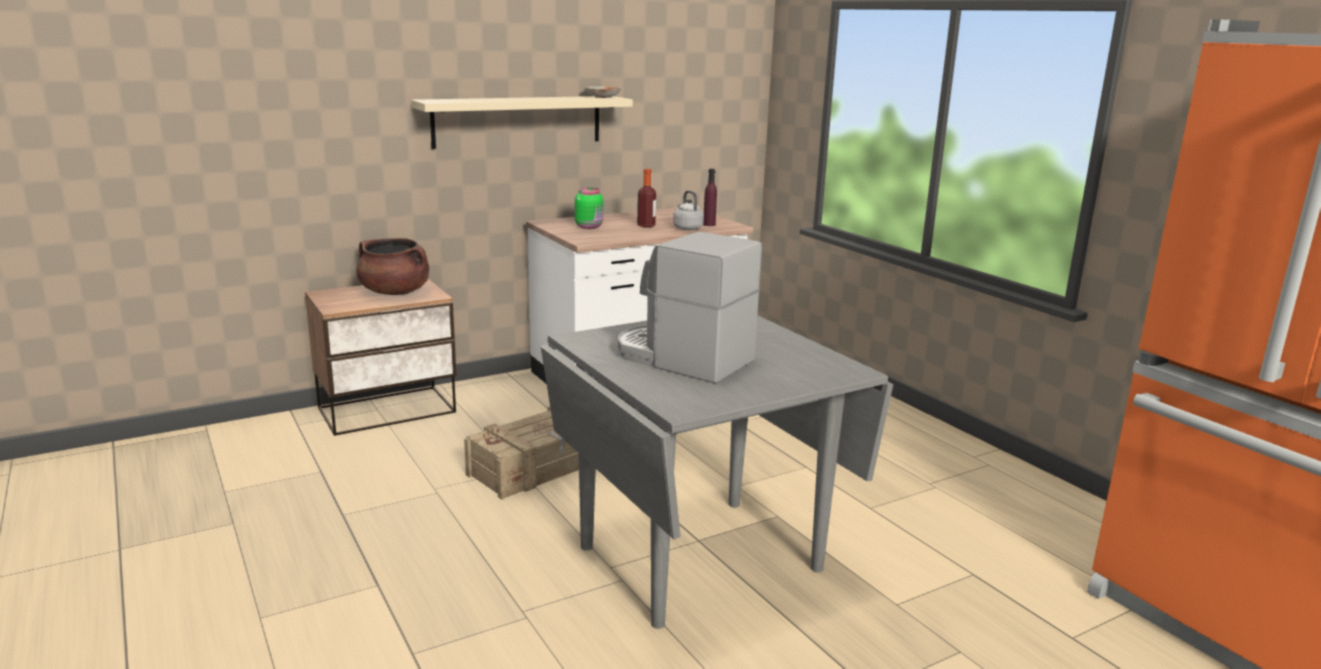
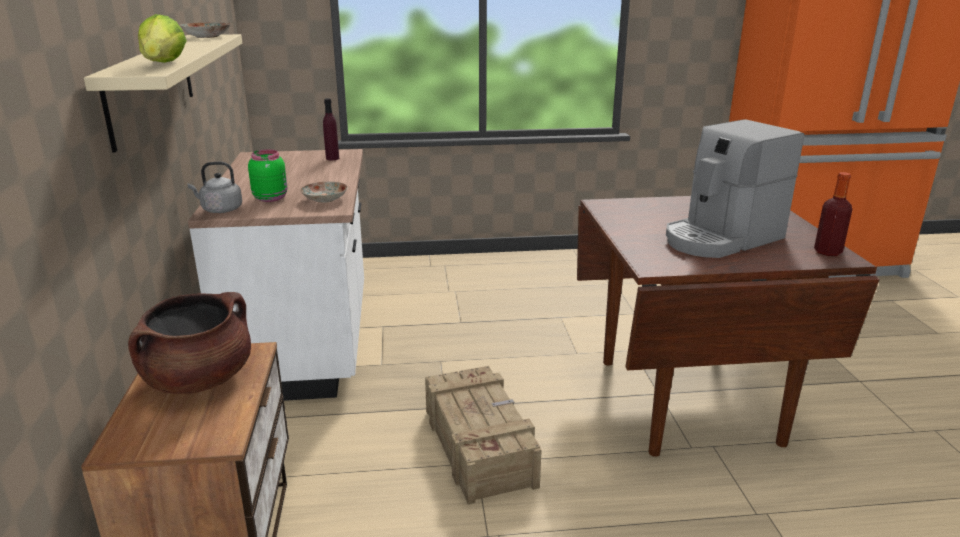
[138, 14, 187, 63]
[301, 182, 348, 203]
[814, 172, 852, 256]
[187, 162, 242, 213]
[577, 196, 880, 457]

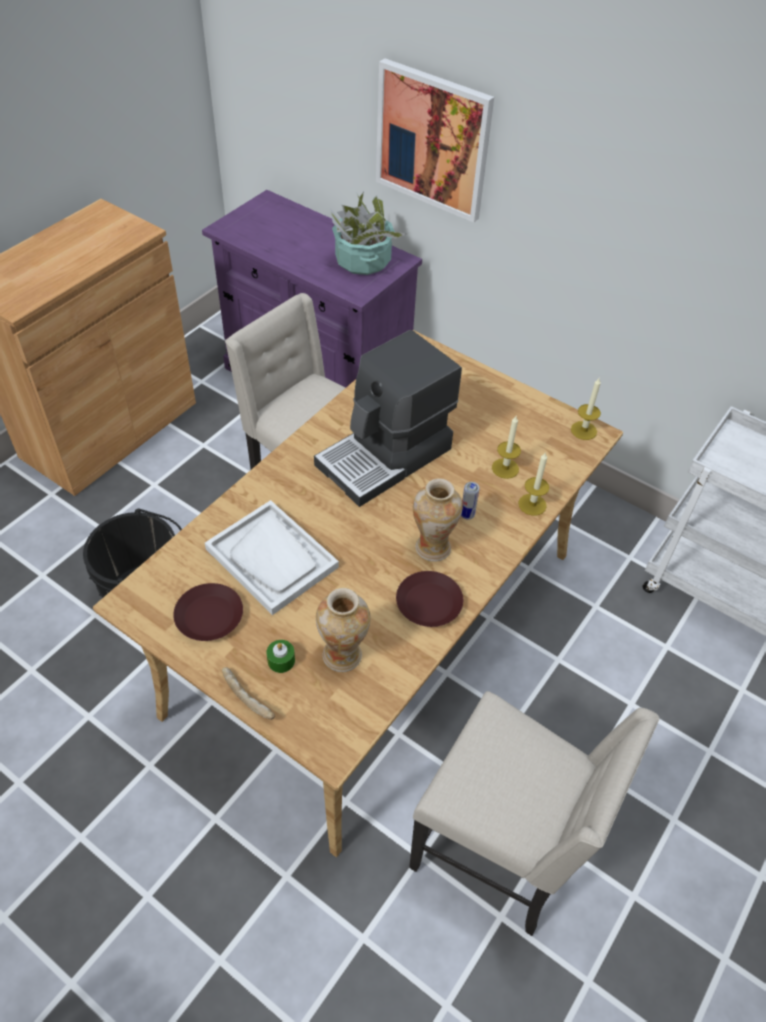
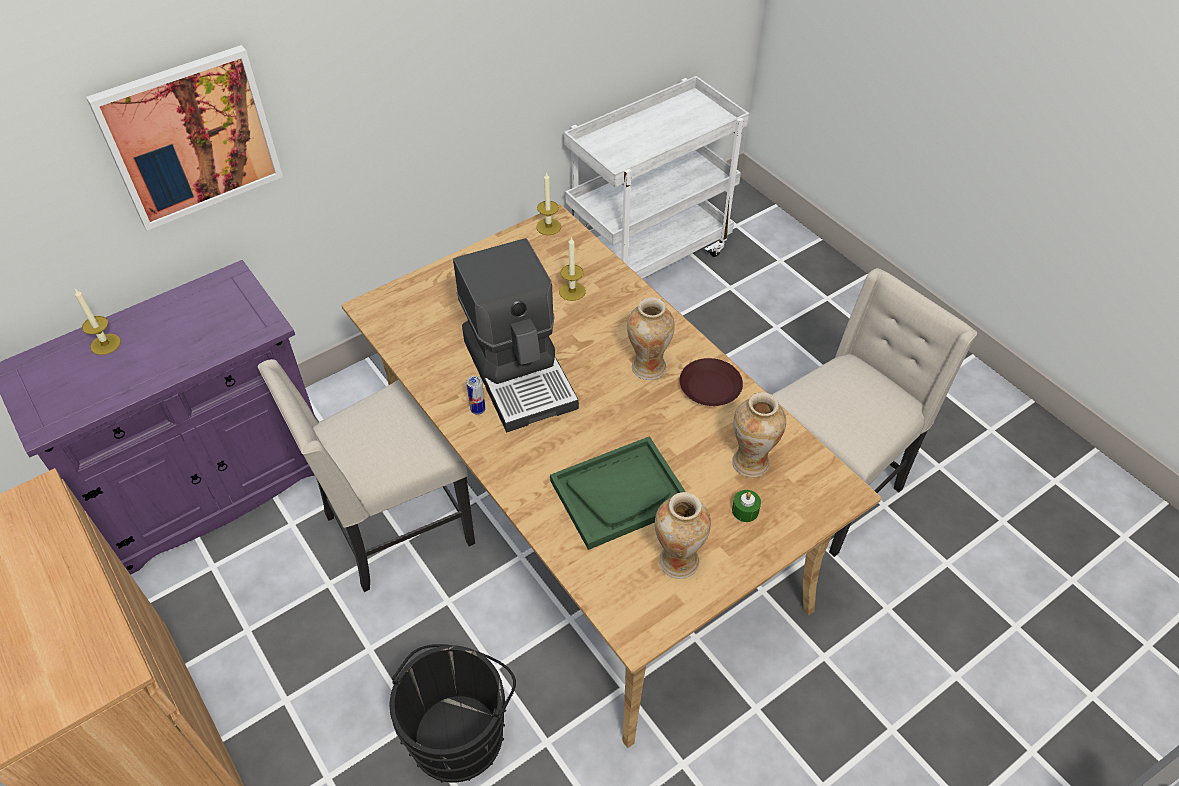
[222, 667, 275, 720] (first image)
[330, 192, 407, 275] (first image)
[467, 376, 485, 415]
[75, 289, 121, 355]
[655, 492, 711, 579]
[550, 436, 686, 550]

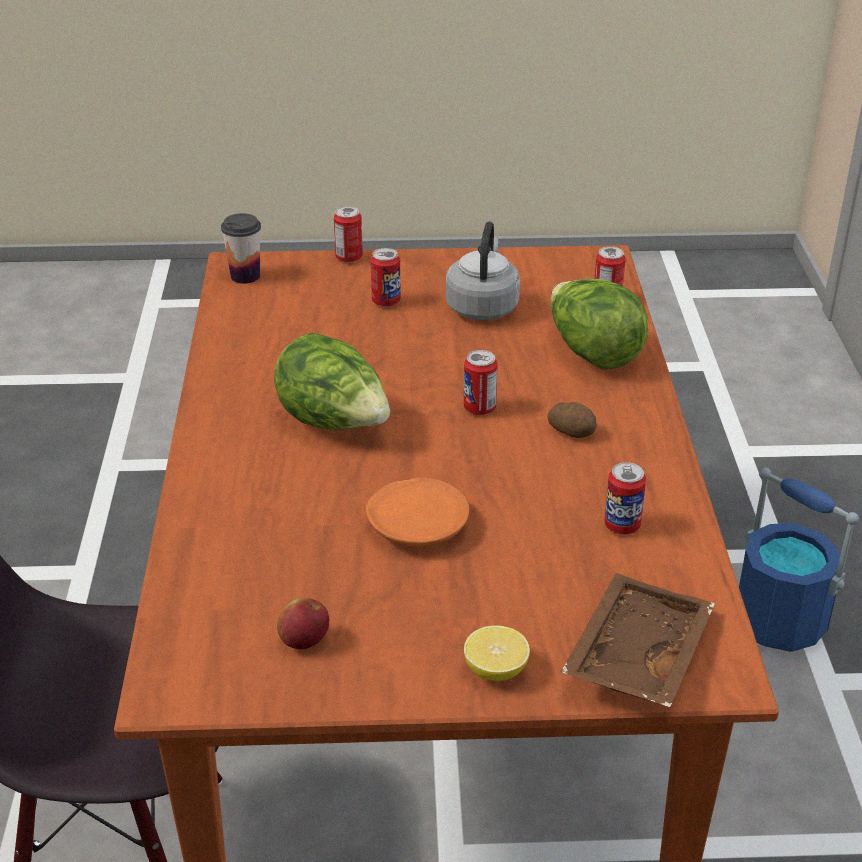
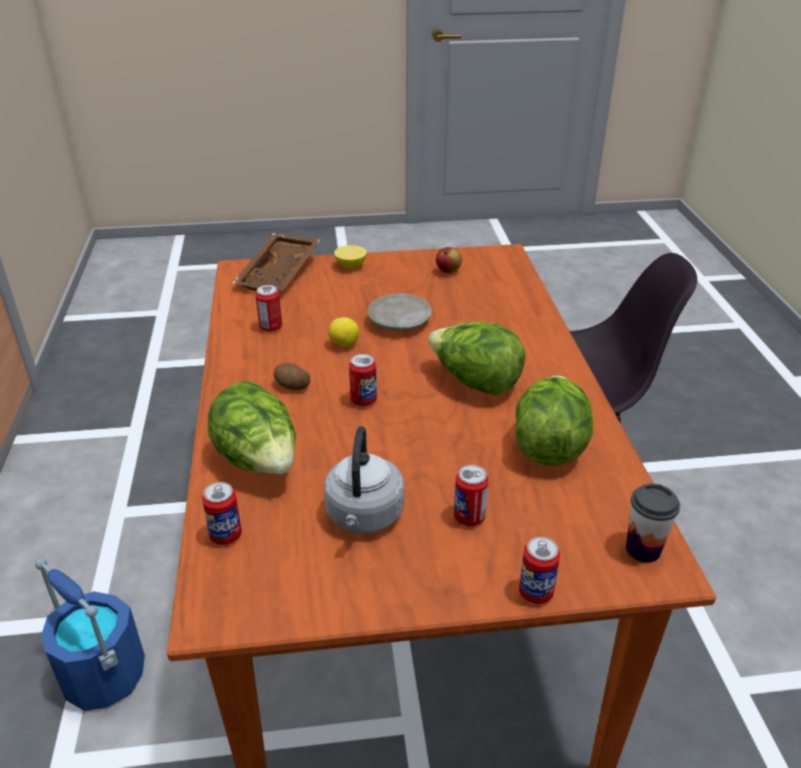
[328, 317, 359, 347]
[516, 376, 593, 466]
[367, 293, 432, 331]

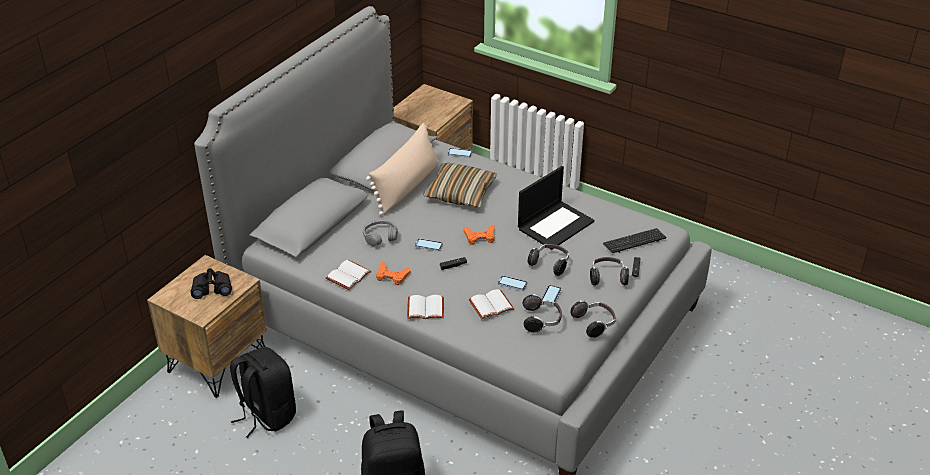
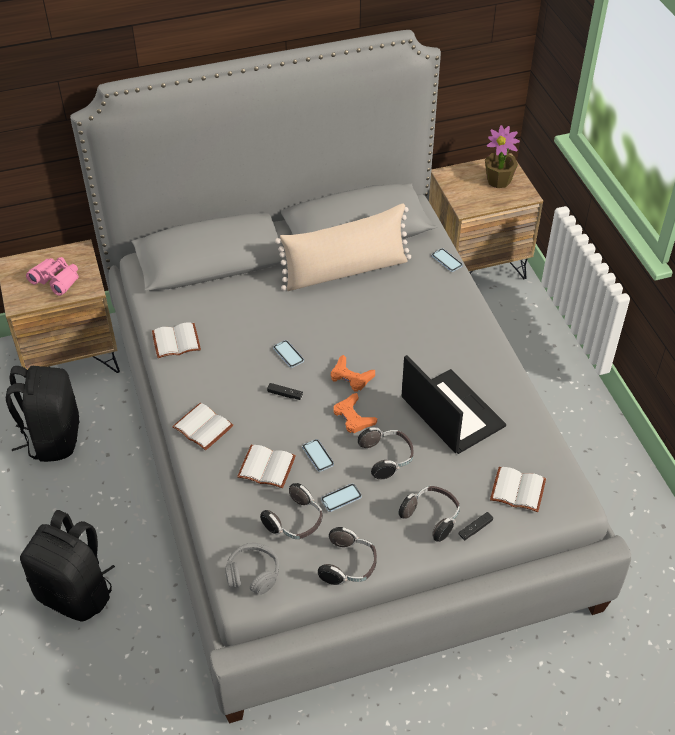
[423, 163, 497, 208] (first image)
[485, 125, 520, 188]
[225, 543, 279, 595]
[334, 393, 377, 433]
[490, 467, 546, 512]
[26, 257, 79, 296]
[402, 355, 506, 454]

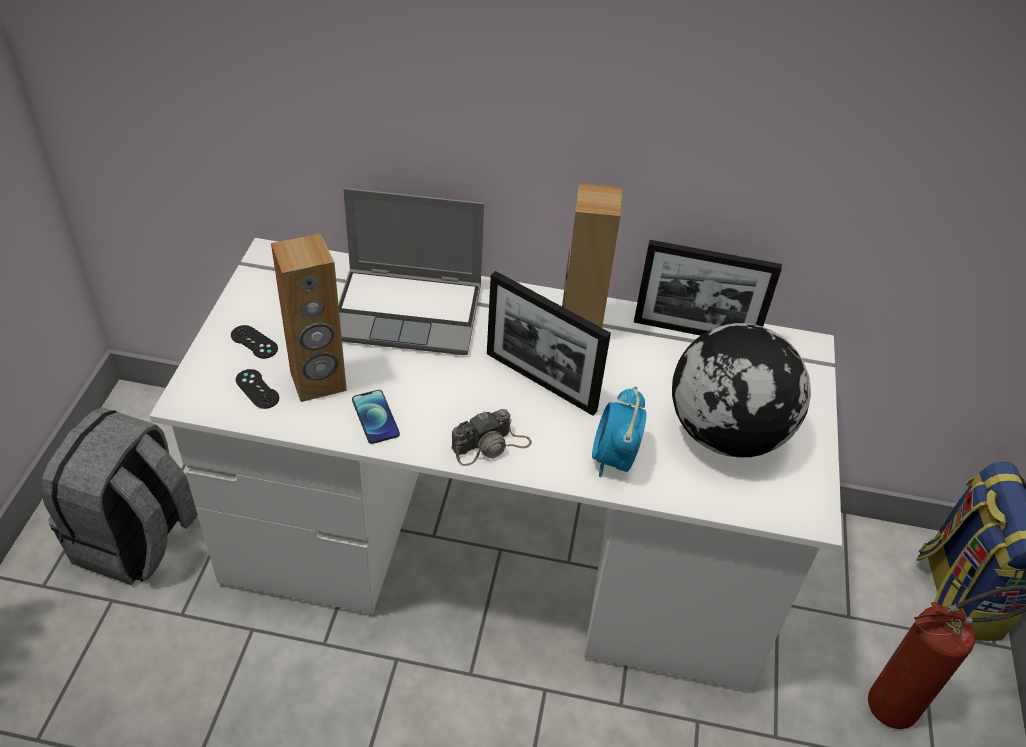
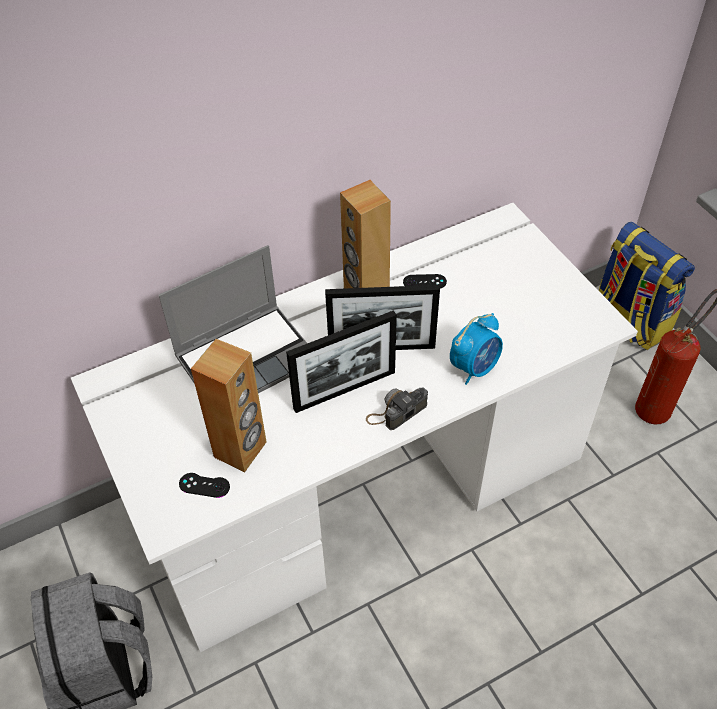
[352, 390, 400, 444] (first image)
[672, 323, 811, 458] (first image)
[403, 274, 447, 288]
[286, 310, 397, 413]
[366, 387, 428, 430]
[450, 313, 503, 385]

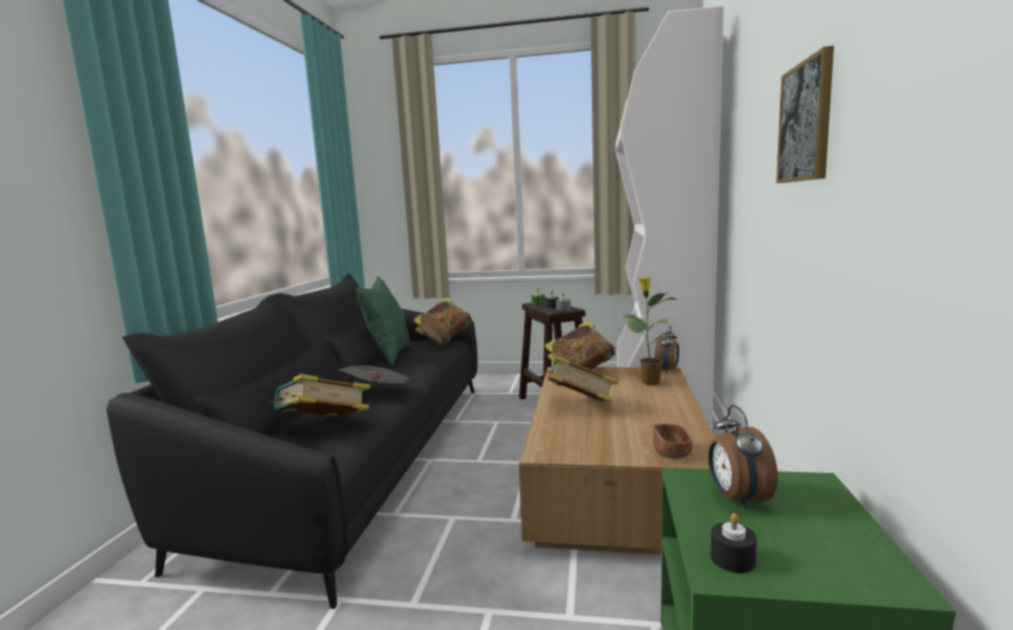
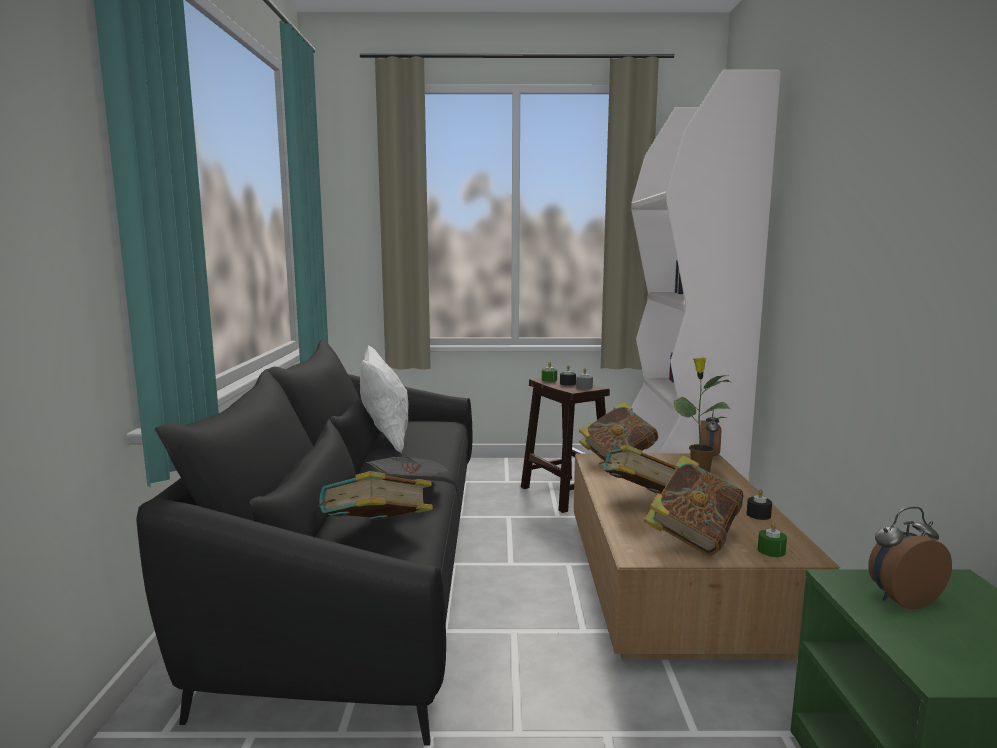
[776, 46, 834, 183] (first image)
[644, 455, 743, 556]
[747, 489, 772, 520]
[758, 522, 787, 557]
[360, 345, 409, 453]
[868, 507, 952, 609]

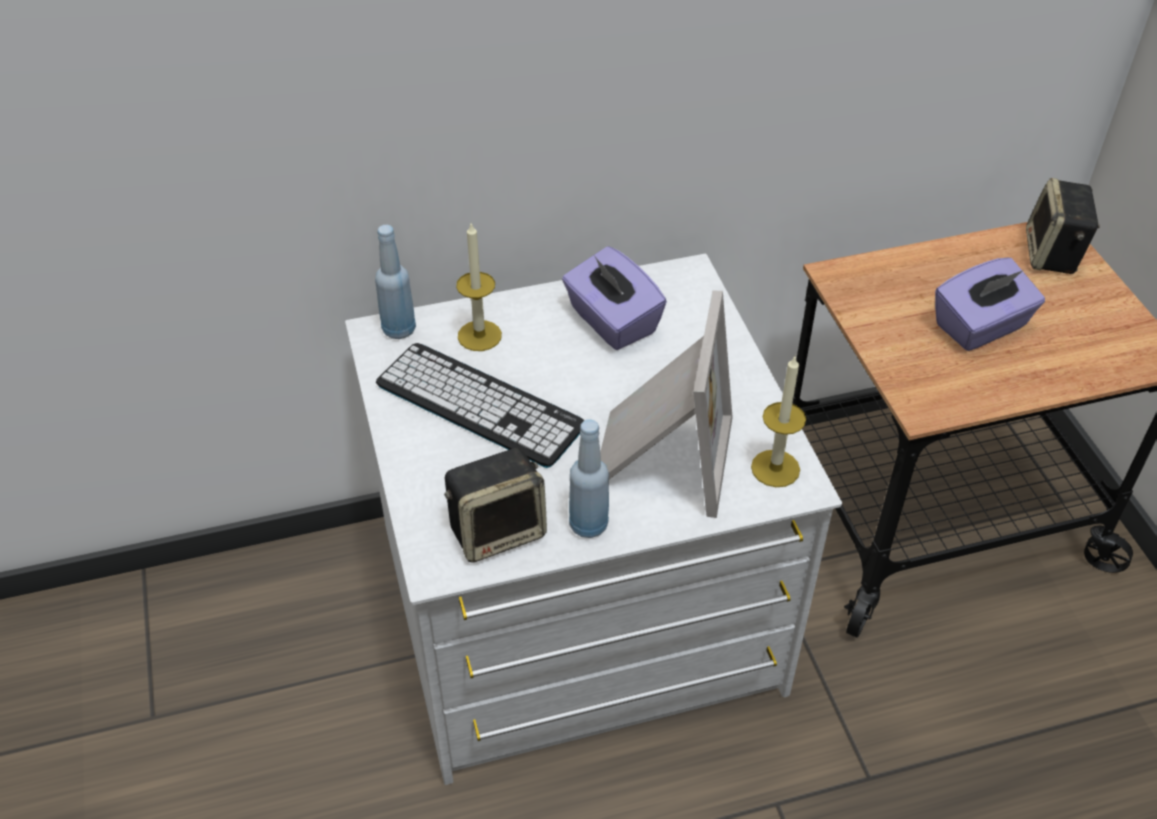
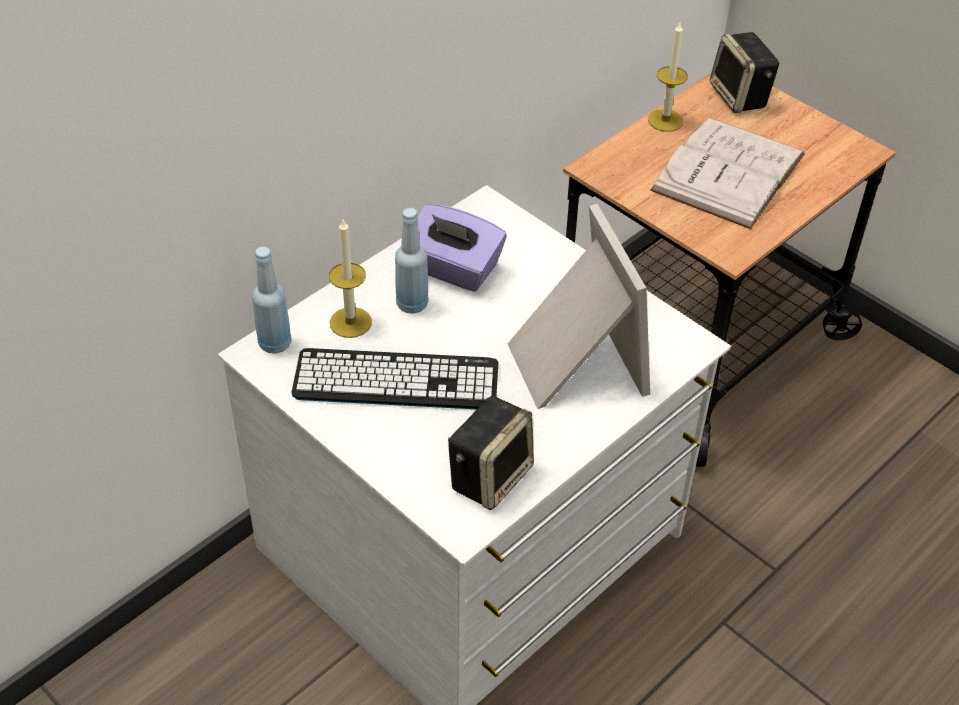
[395, 208, 429, 314]
[648, 23, 688, 132]
[650, 117, 805, 229]

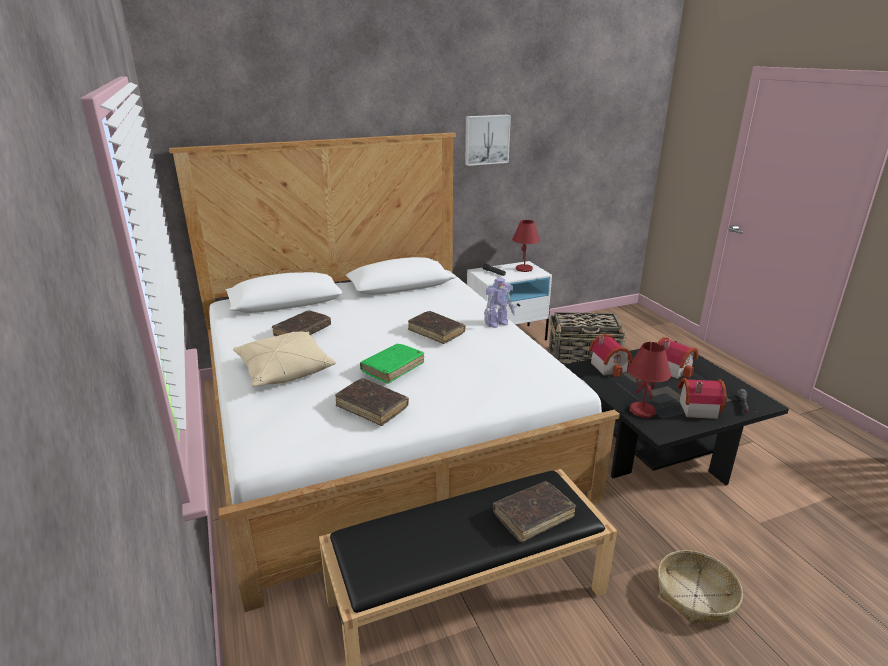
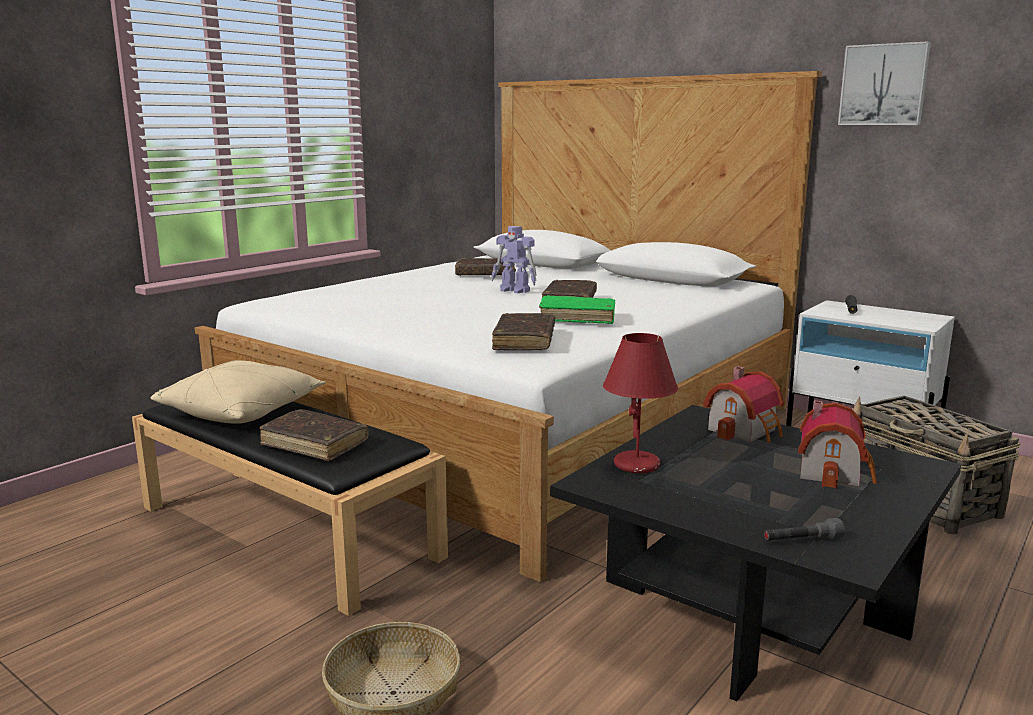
[512, 220, 540, 272] (first image)
[678, 378, 727, 419] (first image)
[150, 360, 326, 424]
[492, 313, 555, 350]
[539, 295, 615, 324]
[491, 226, 537, 293]

